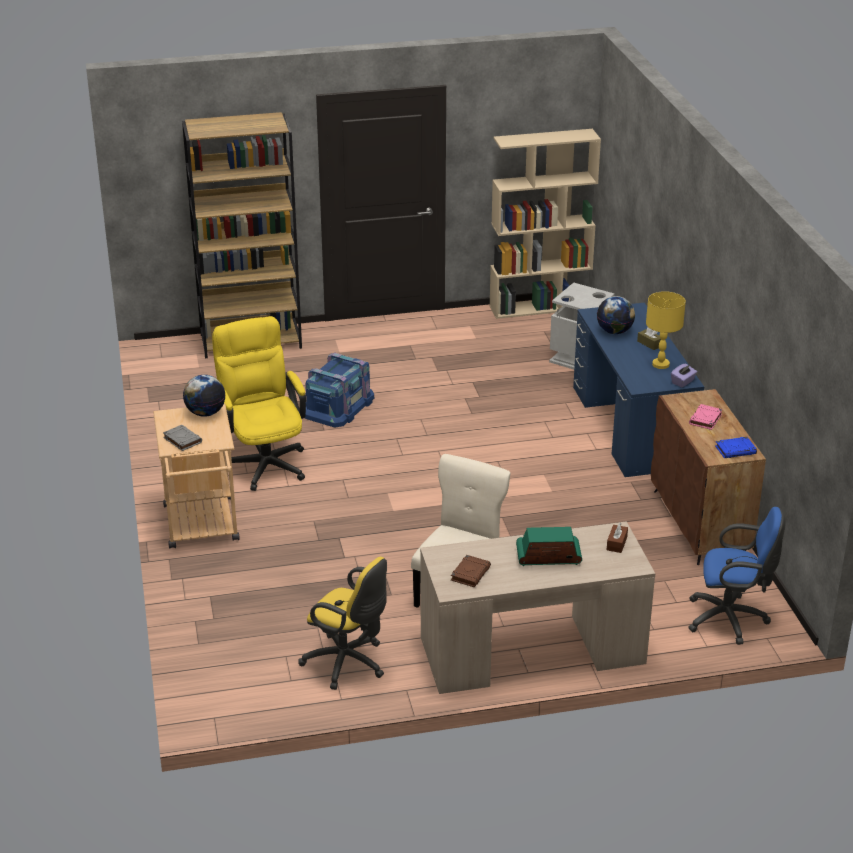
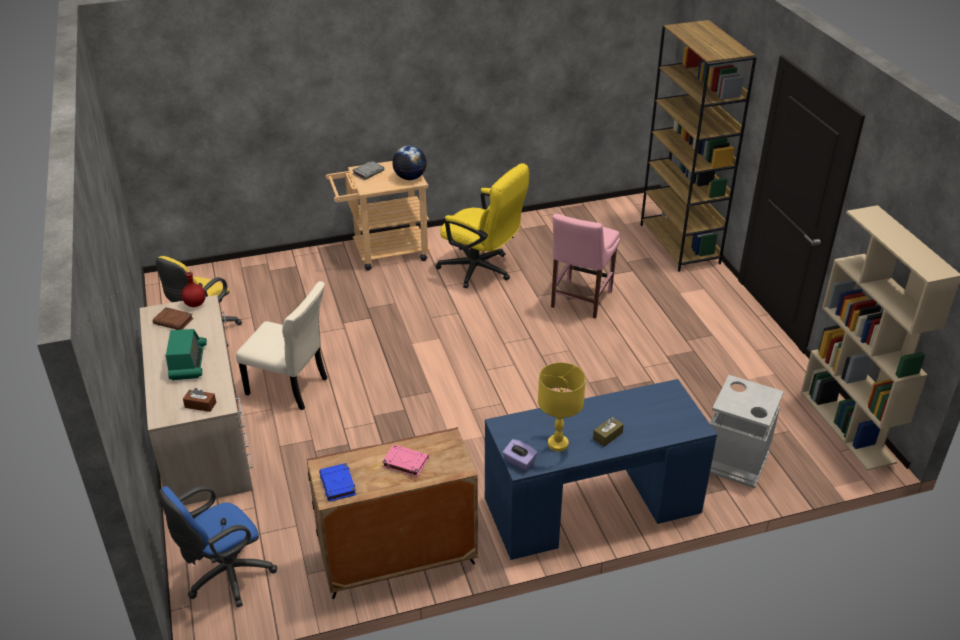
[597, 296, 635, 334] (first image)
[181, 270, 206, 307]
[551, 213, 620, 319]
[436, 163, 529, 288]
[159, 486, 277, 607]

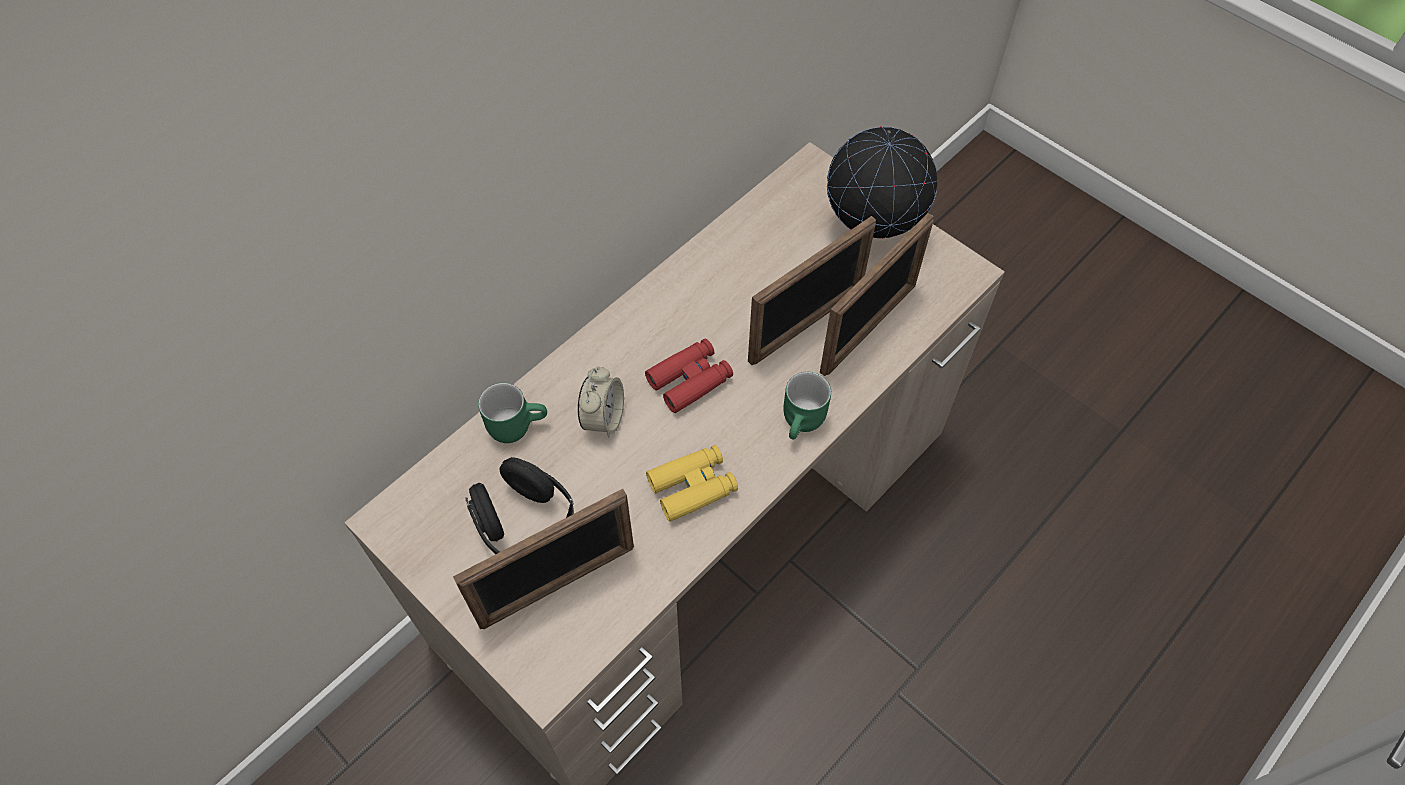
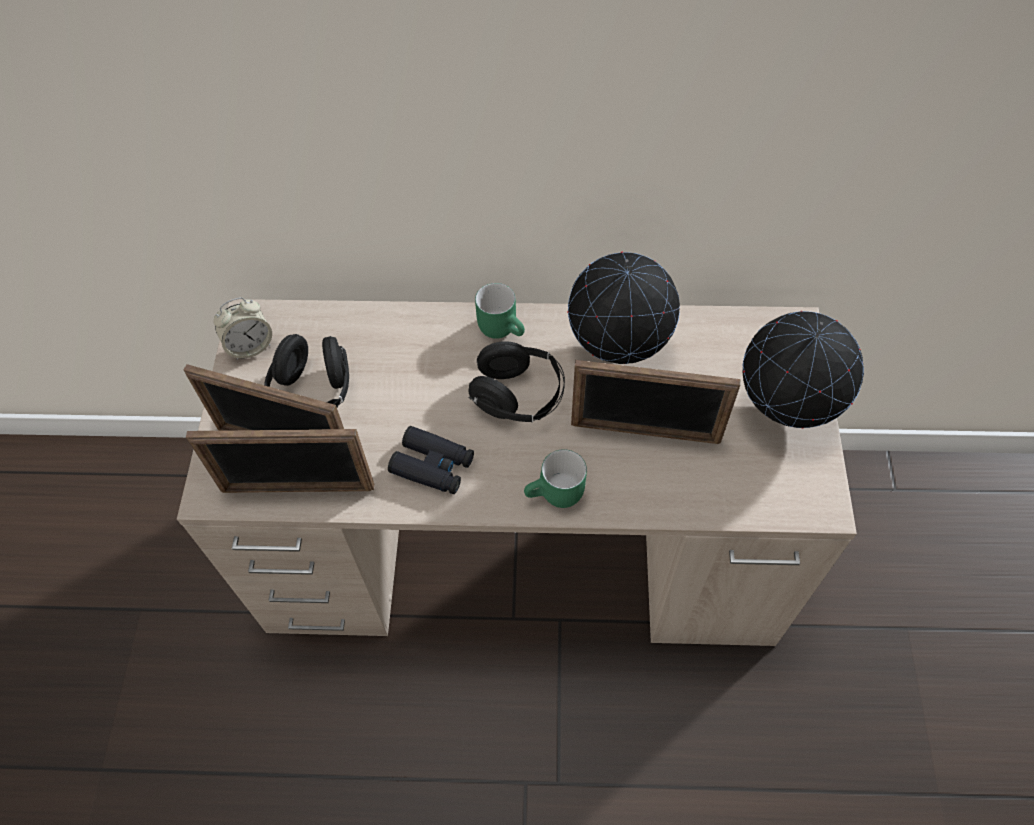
[567, 252, 680, 364]
[475, 283, 525, 339]
[213, 297, 272, 360]
[186, 429, 374, 493]
[468, 341, 565, 422]
[388, 426, 474, 494]

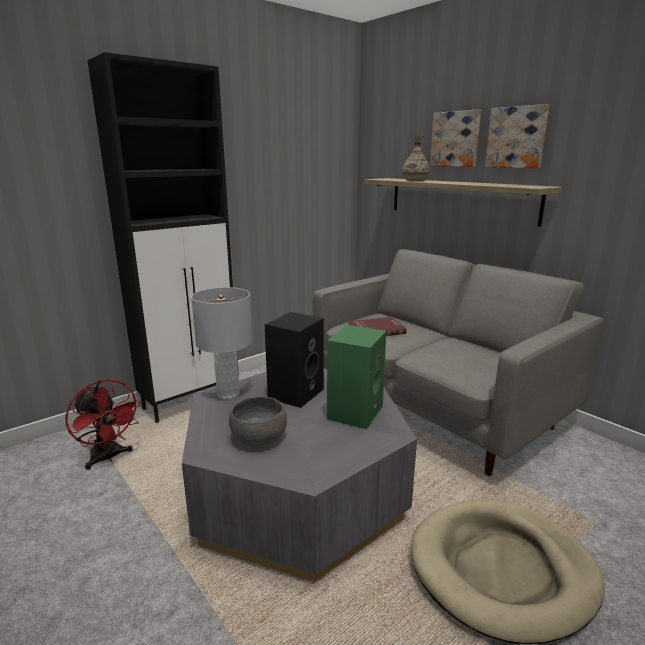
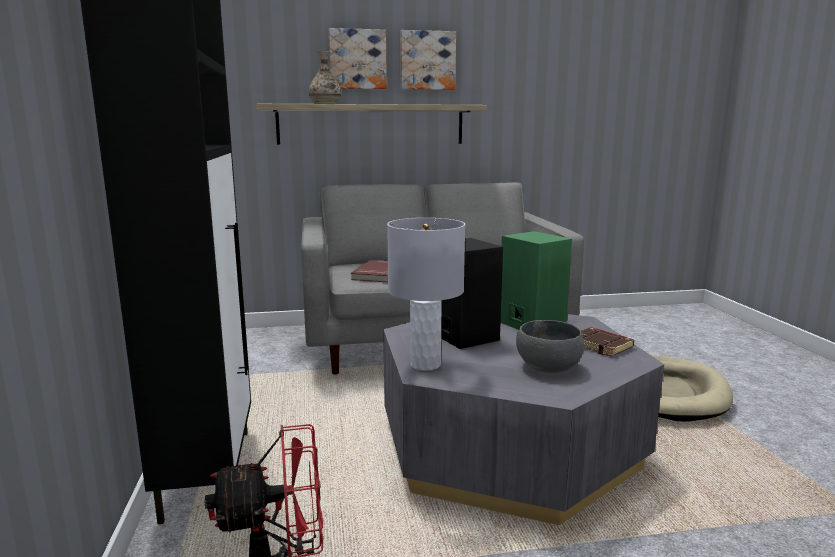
[581, 327, 634, 357]

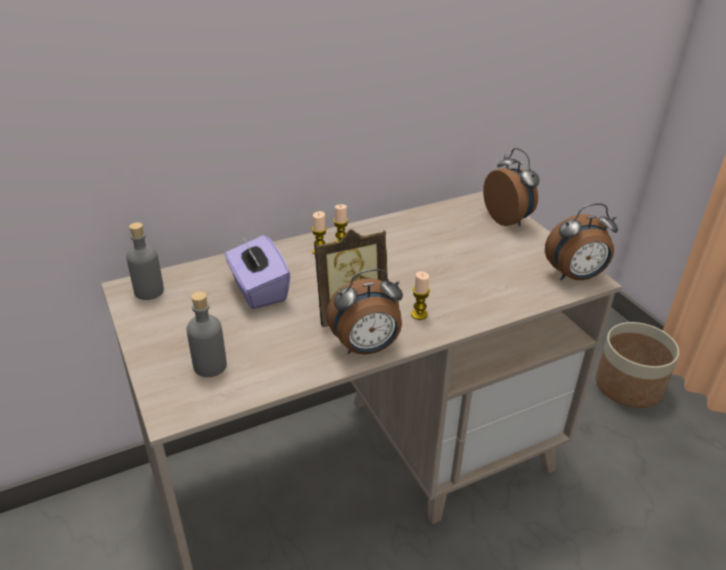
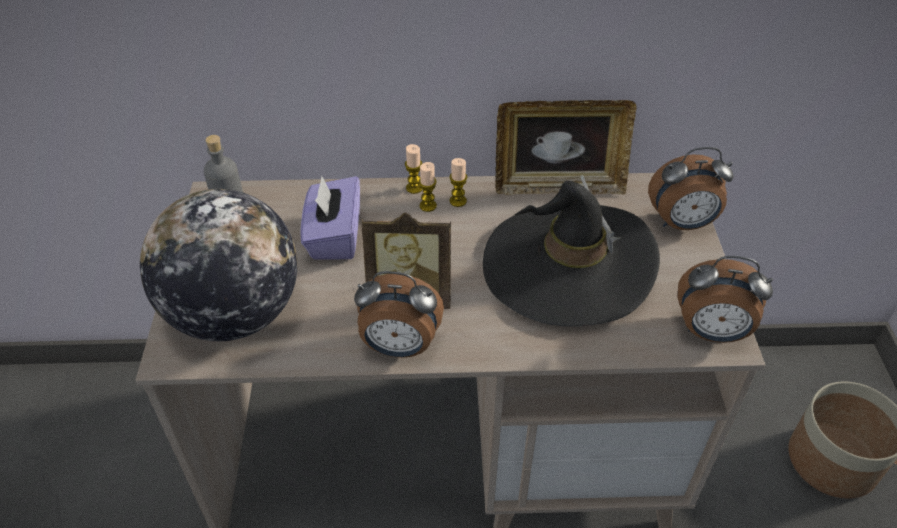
[483, 175, 660, 327]
[495, 100, 637, 195]
[405, 144, 422, 194]
[140, 189, 297, 341]
[648, 147, 734, 230]

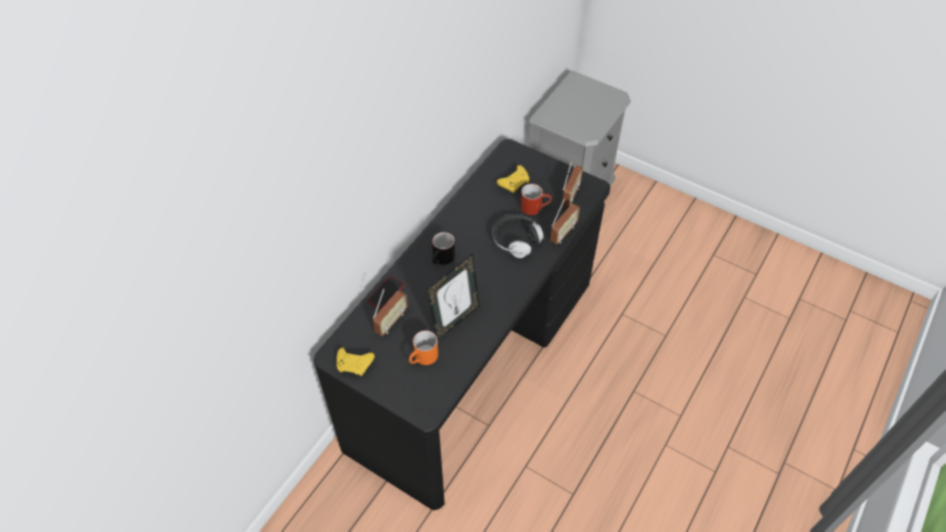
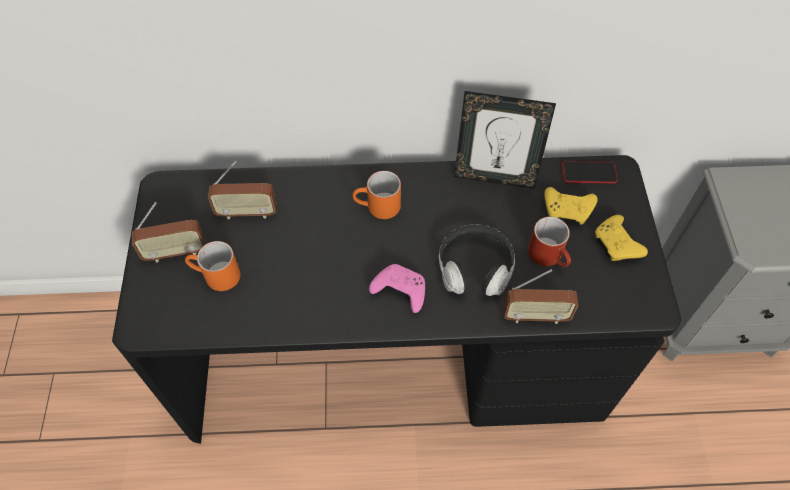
[369, 264, 425, 313]
[595, 215, 648, 261]
[562, 161, 618, 184]
[454, 91, 556, 189]
[132, 202, 205, 263]
[352, 171, 401, 219]

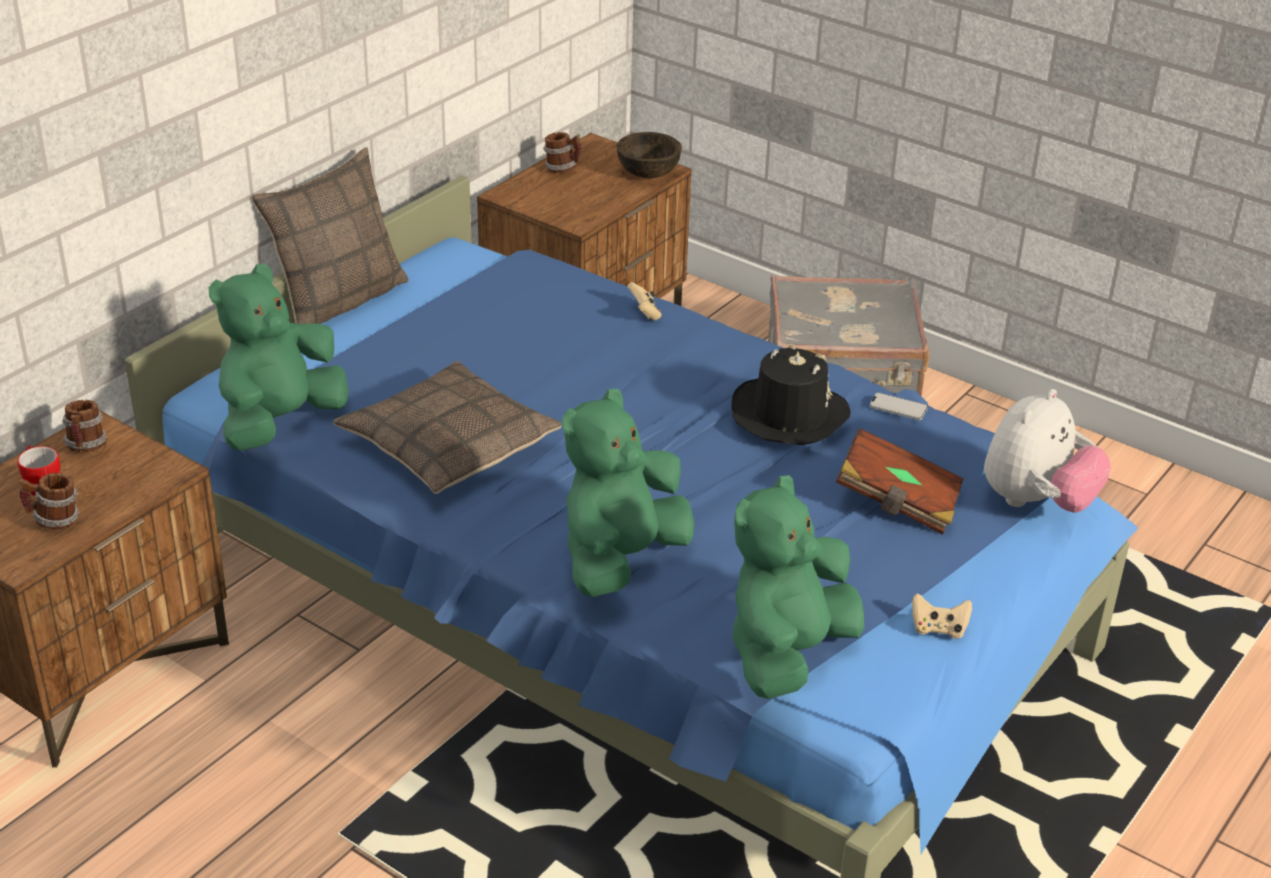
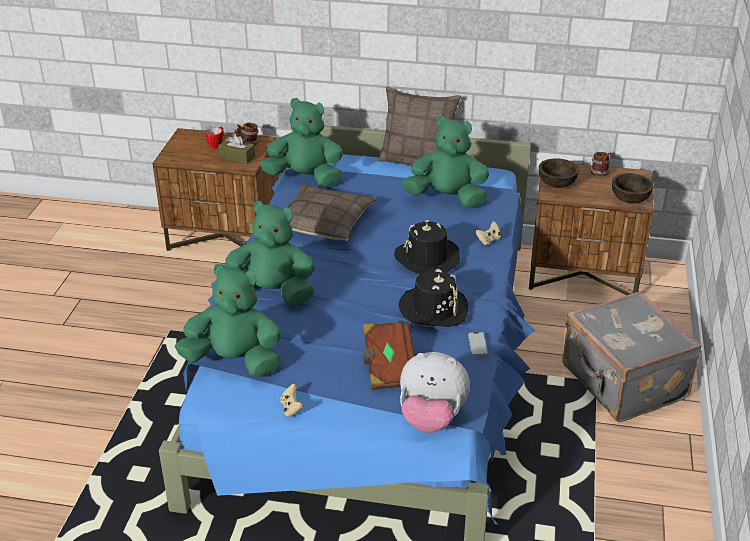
[19, 473, 79, 530] (first image)
[218, 133, 255, 164]
[394, 220, 460, 274]
[402, 116, 489, 208]
[539, 158, 579, 188]

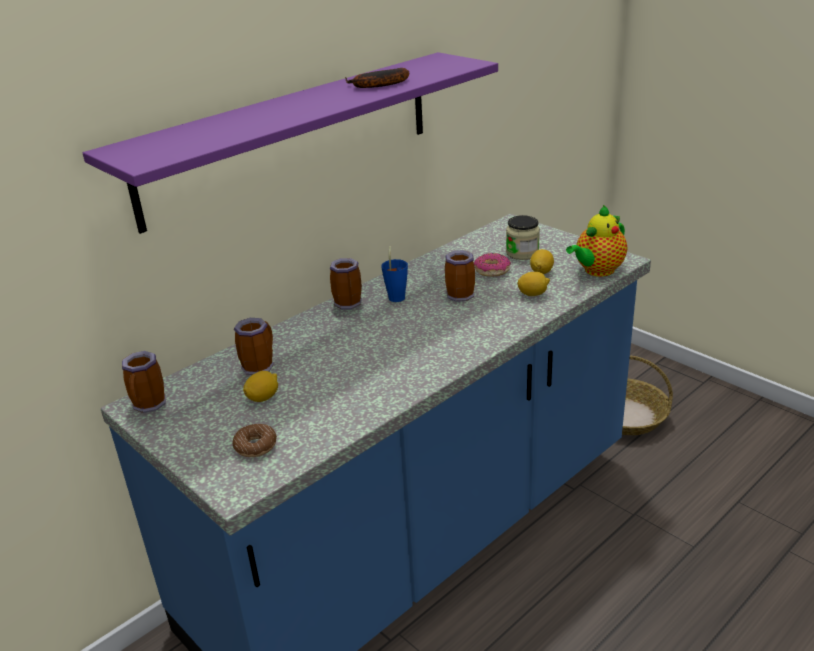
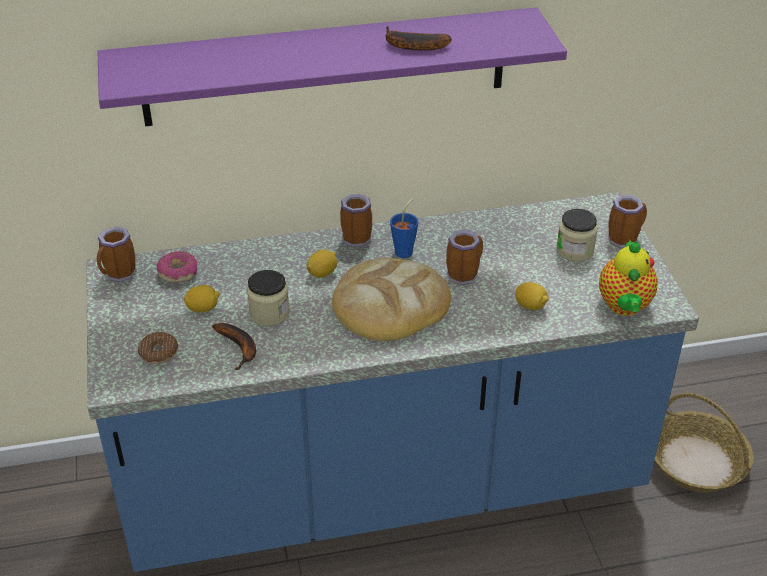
[212, 323, 256, 370]
[247, 270, 290, 326]
[332, 257, 451, 341]
[608, 195, 647, 248]
[157, 251, 197, 282]
[307, 249, 337, 278]
[599, 240, 658, 316]

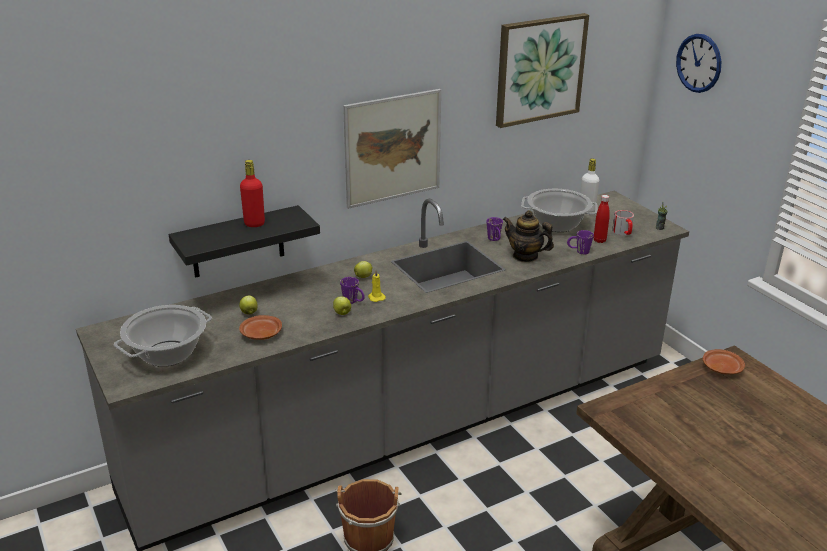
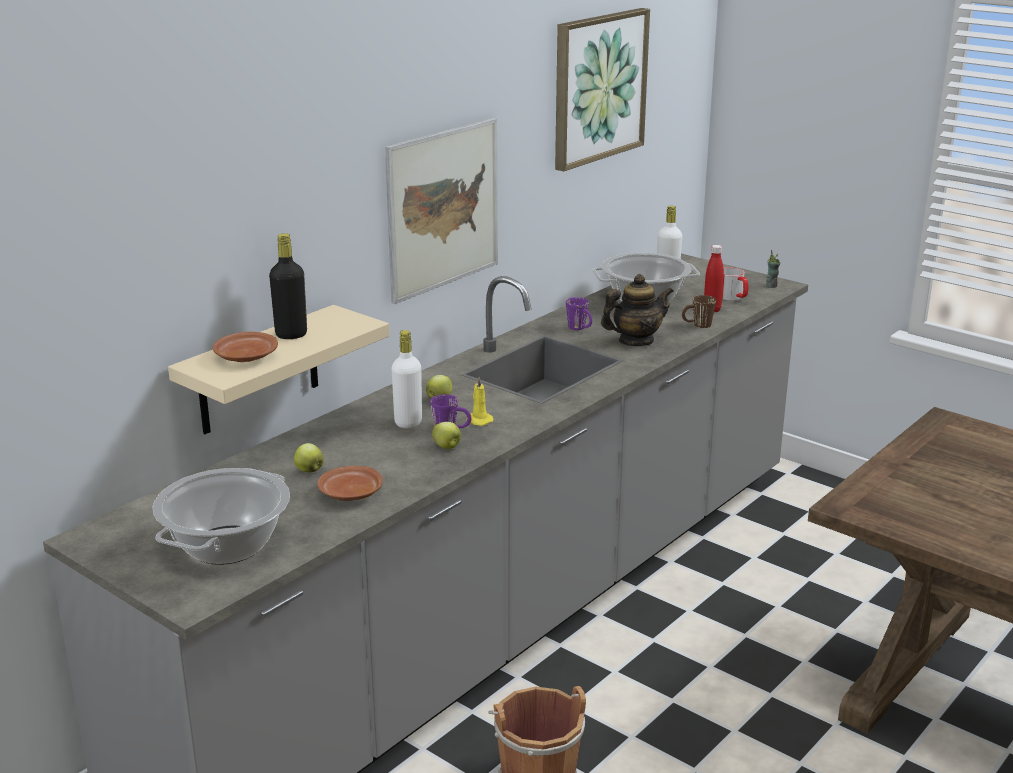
[676, 34, 722, 93] (first image)
[391, 330, 422, 428]
[212, 332, 278, 362]
[168, 305, 390, 434]
[269, 233, 307, 339]
[682, 295, 716, 328]
[601, 274, 674, 346]

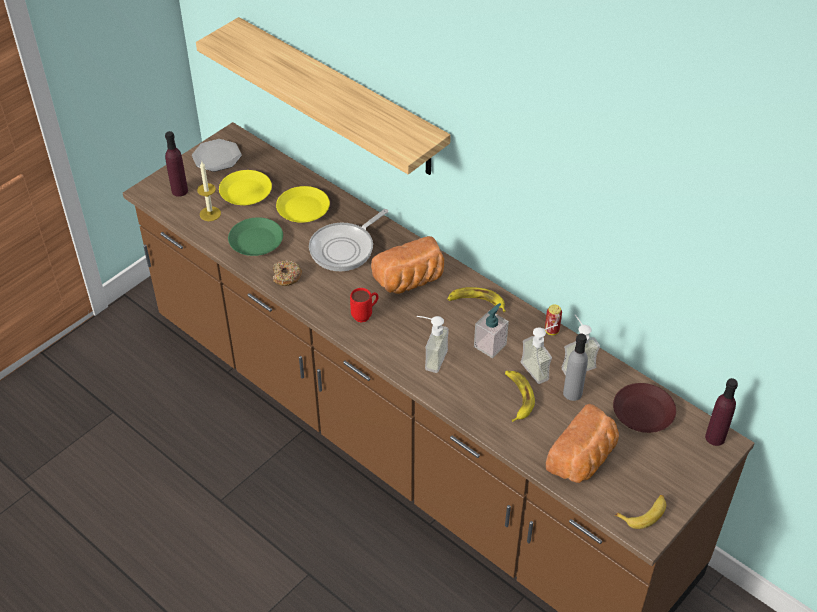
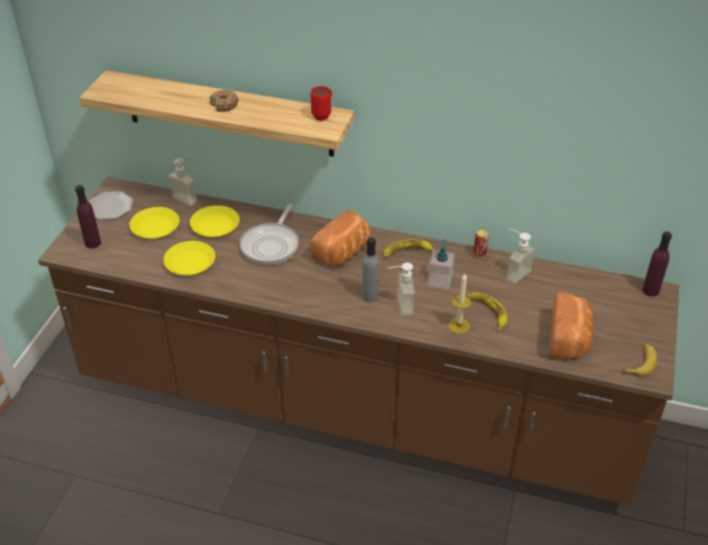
[613, 383, 676, 433] (first image)
[448, 274, 471, 334]
[210, 90, 239, 112]
[311, 86, 332, 121]
[169, 154, 198, 206]
[362, 237, 379, 303]
[163, 241, 215, 275]

